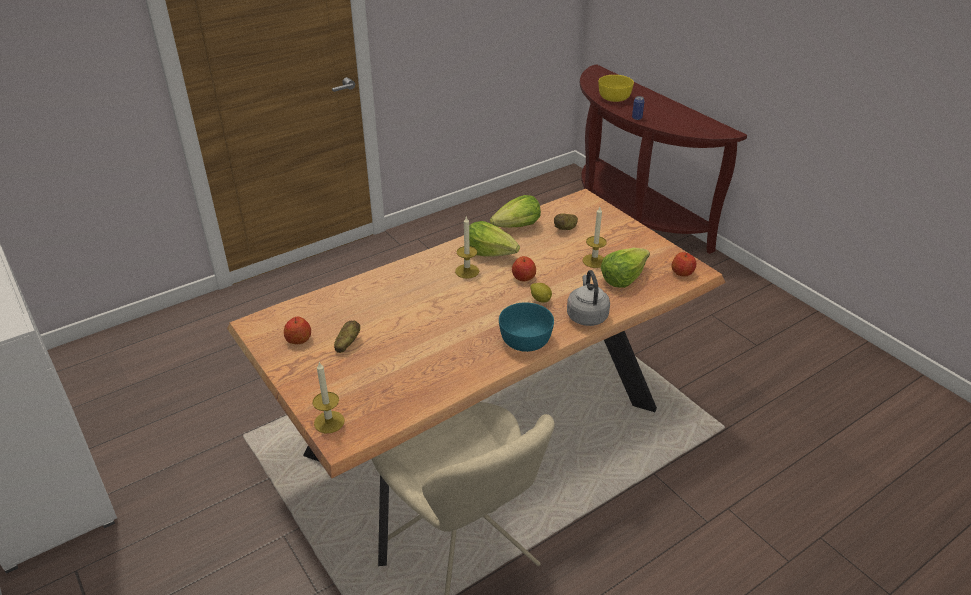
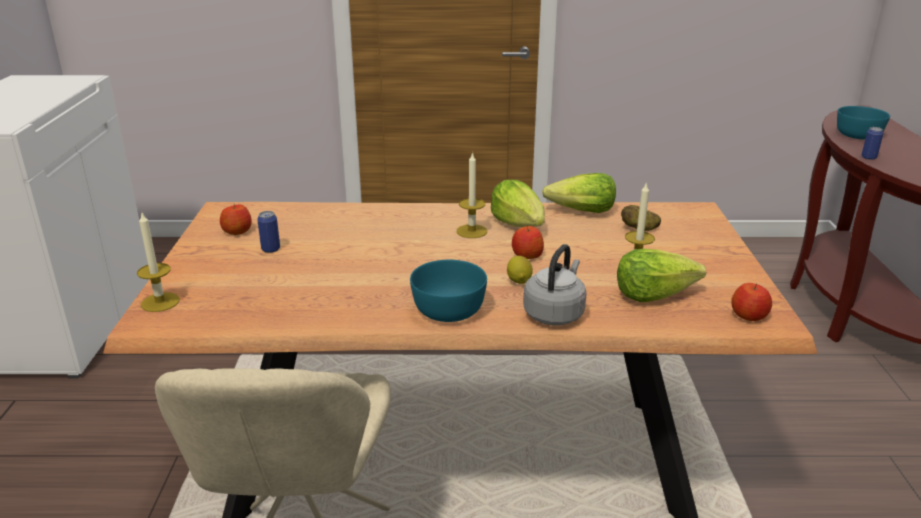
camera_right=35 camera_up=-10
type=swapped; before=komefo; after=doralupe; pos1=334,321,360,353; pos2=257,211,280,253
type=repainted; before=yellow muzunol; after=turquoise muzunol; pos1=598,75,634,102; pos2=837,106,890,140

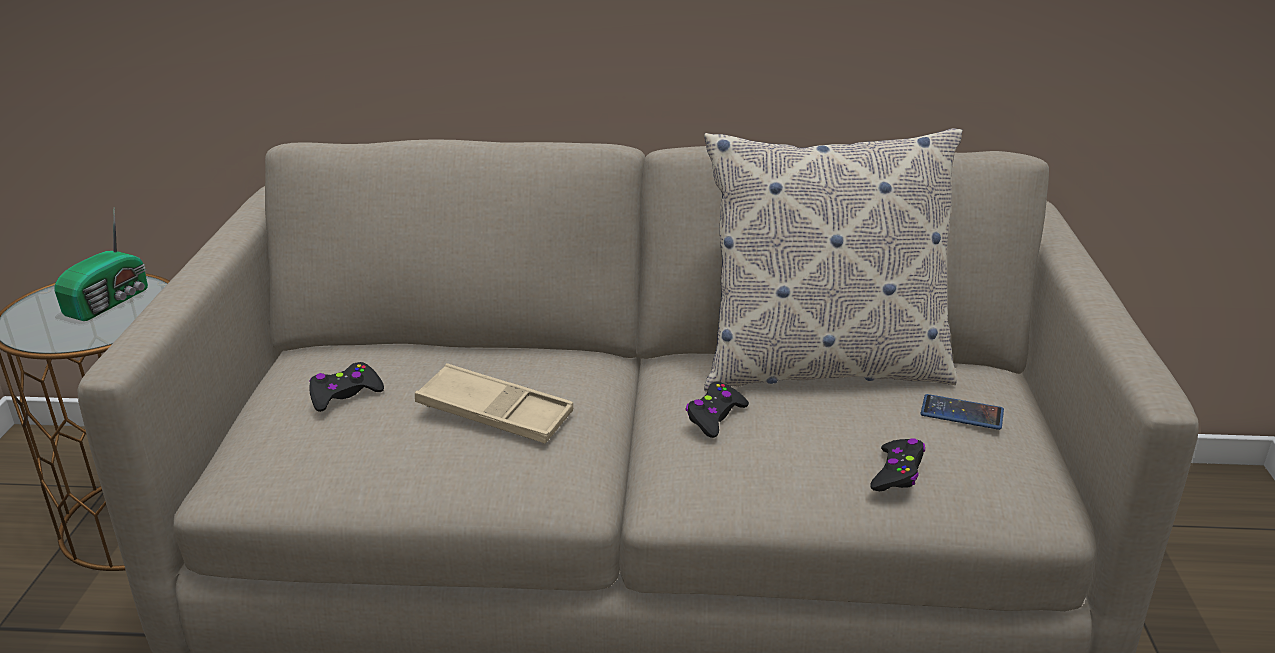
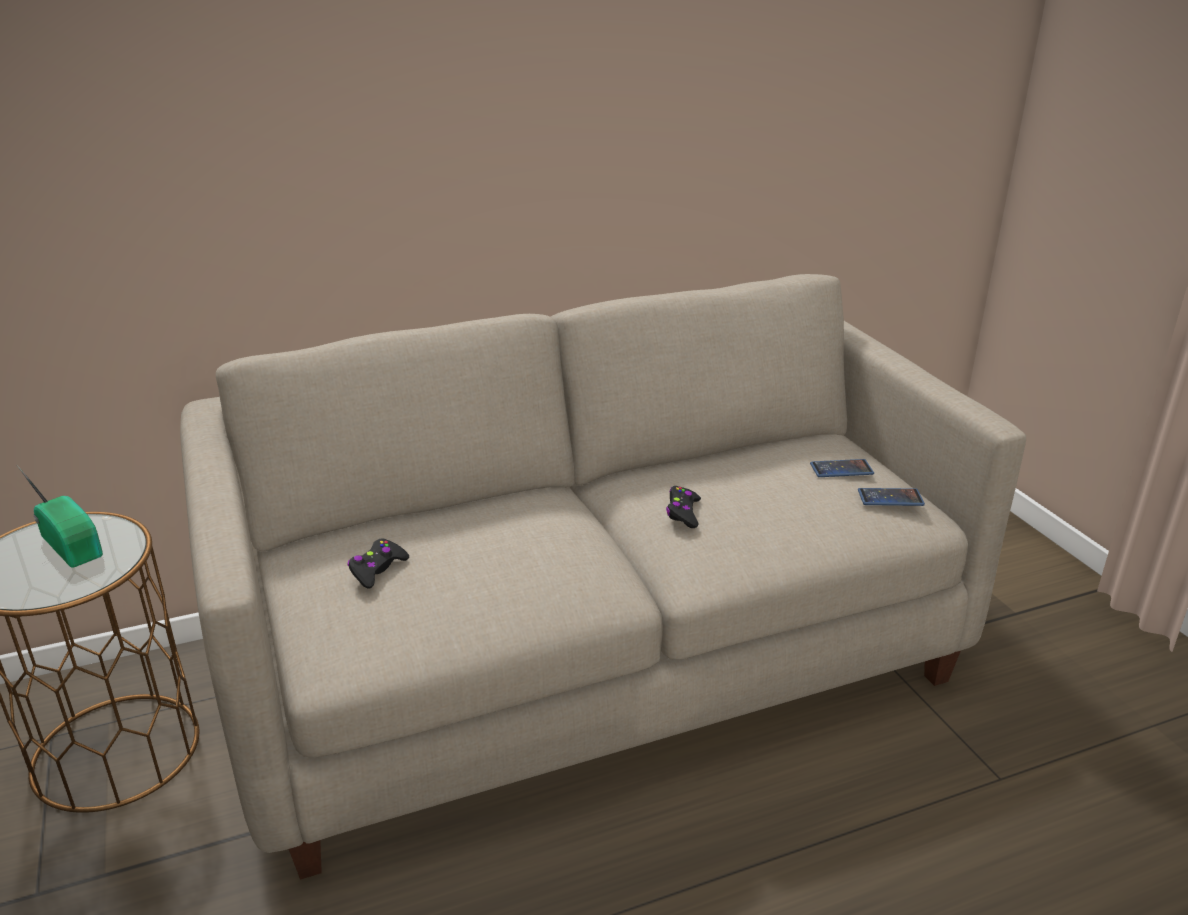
camera_right=-25 camera_up=0
type=rotated; before=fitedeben; pos1=54,208,148,321; pos2=17,465,103,567; turn=-45
type=gone; before=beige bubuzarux; pos1=415,363,573,444
type=gone; before=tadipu; pos1=704,128,963,392
type=gone; before=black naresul; pos1=870,439,925,491
type=new; after=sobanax; pos2=858,488,925,506

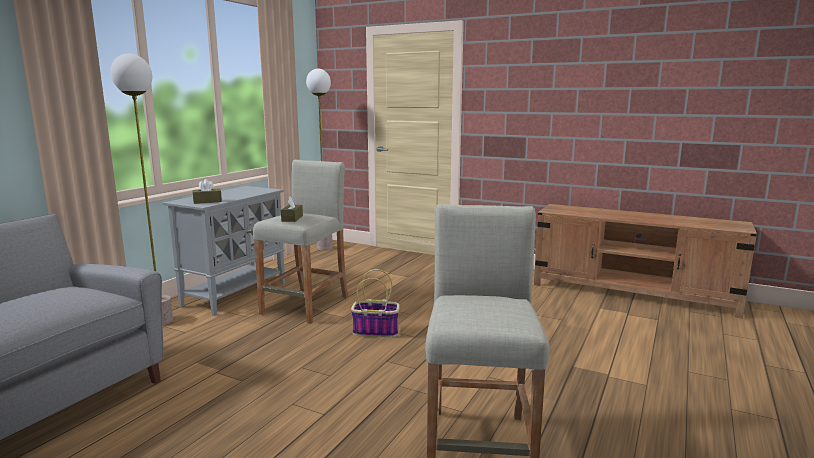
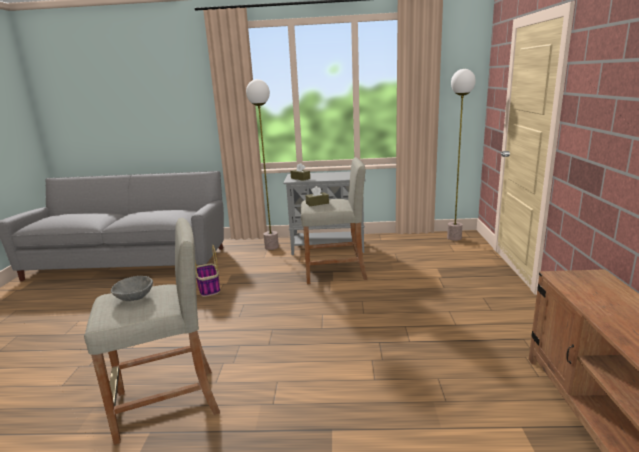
camera_right=65 camera_up=5
type=shifted; before=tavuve; pos1=351,269,400,337; pos2=195,245,220,297
type=new; after=grey muzunol; pos2=111,276,153,301

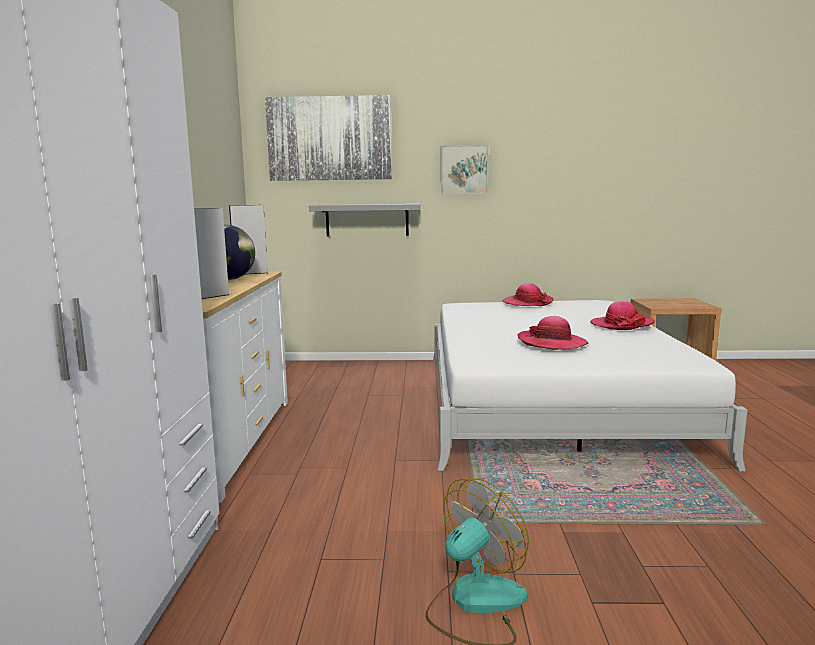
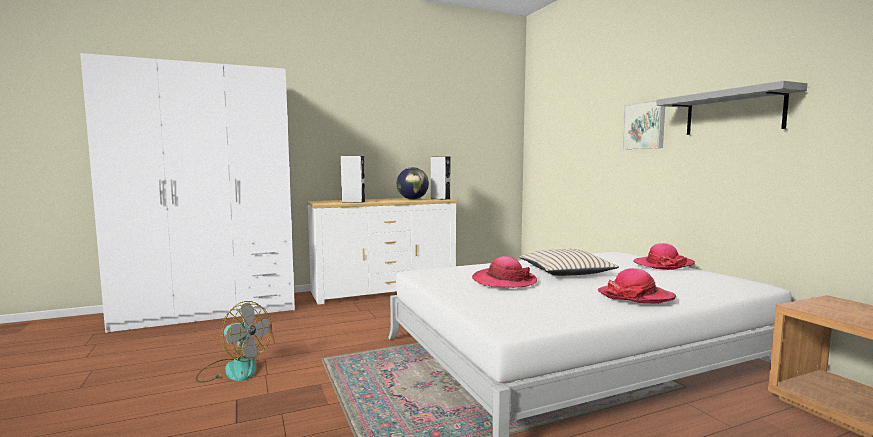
camera_right=65 camera_up=-5
type=gone; before=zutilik; pos1=265,95,392,181
type=shifted; before=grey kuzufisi; pos1=309,204,420,237; pos2=656,81,807,135
type=new; after=beige tadipu; pos2=519,249,619,276

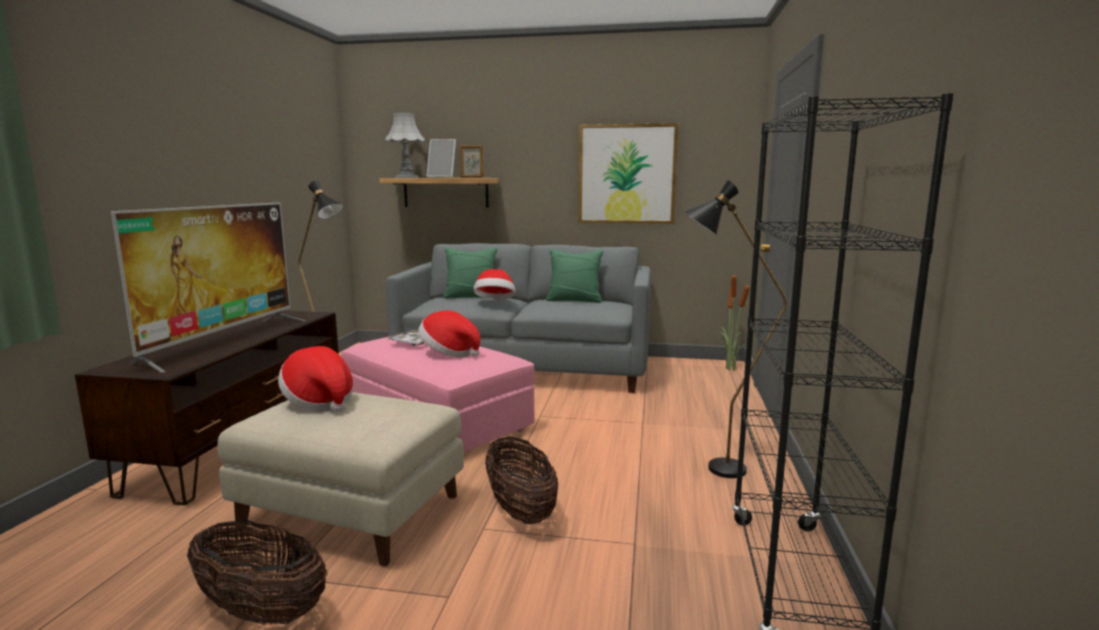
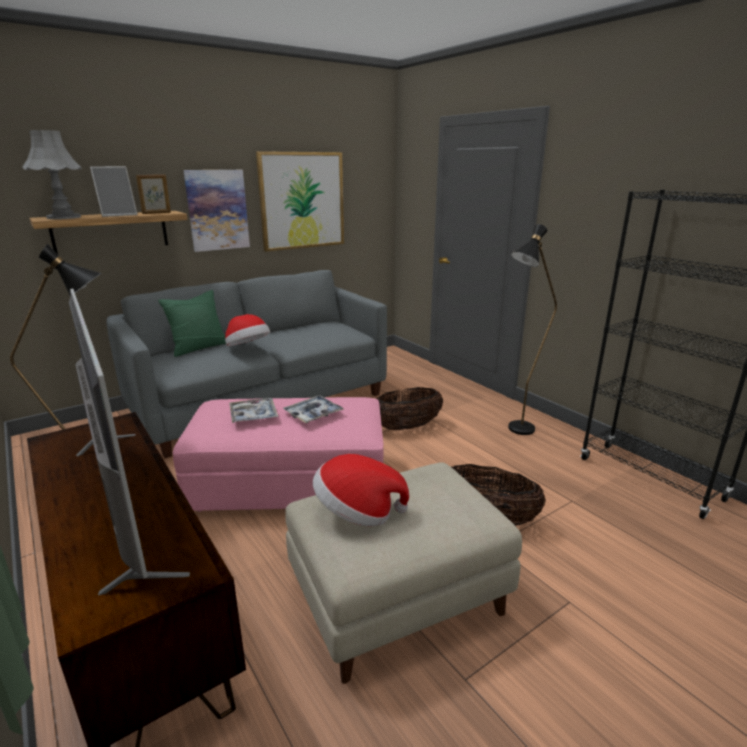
camera_right=-45 camera_up=10
type=shifted; before=tavuve; pos1=187,520,327,625; pos2=375,387,443,430
type=swapped; before=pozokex; after=bubuzarux; pos1=418,311,480,358; pos2=283,395,344,423
type=gone; before=green tadipu; pos1=546,249,603,303
type=gone; before=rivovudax; pos1=717,275,750,371
type=new; after=zutilik; pos2=183,170,250,252

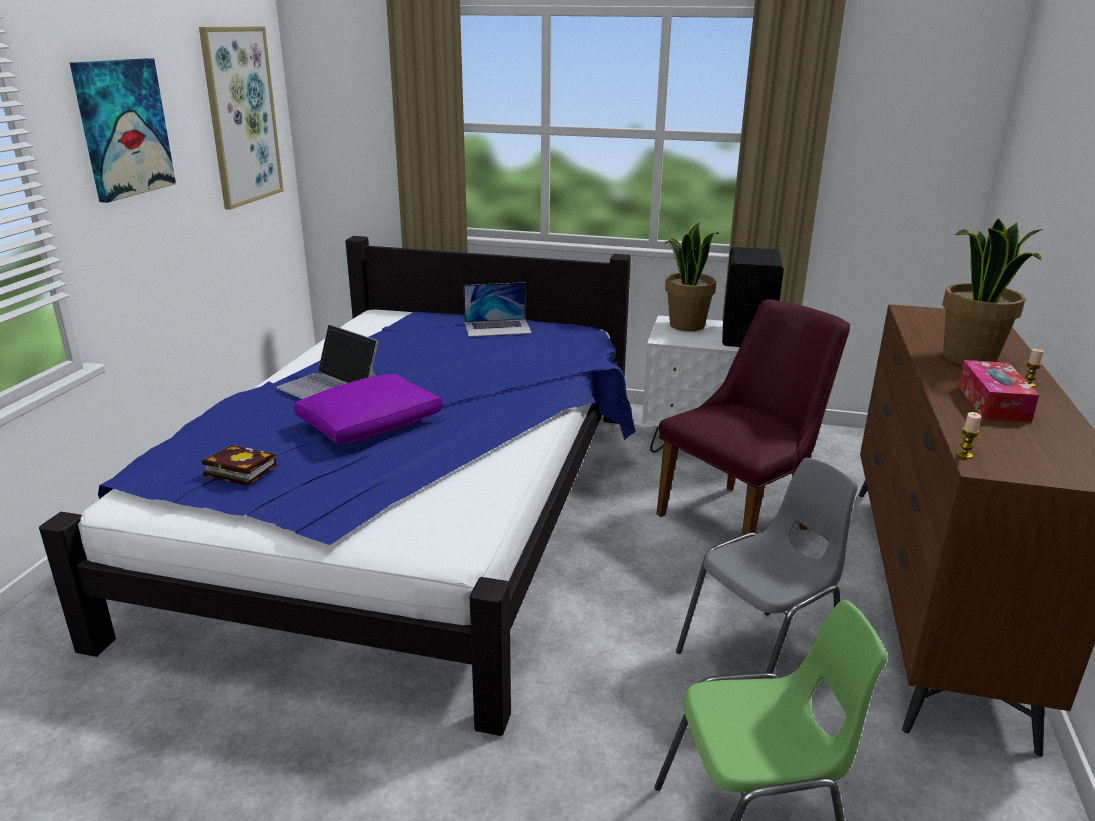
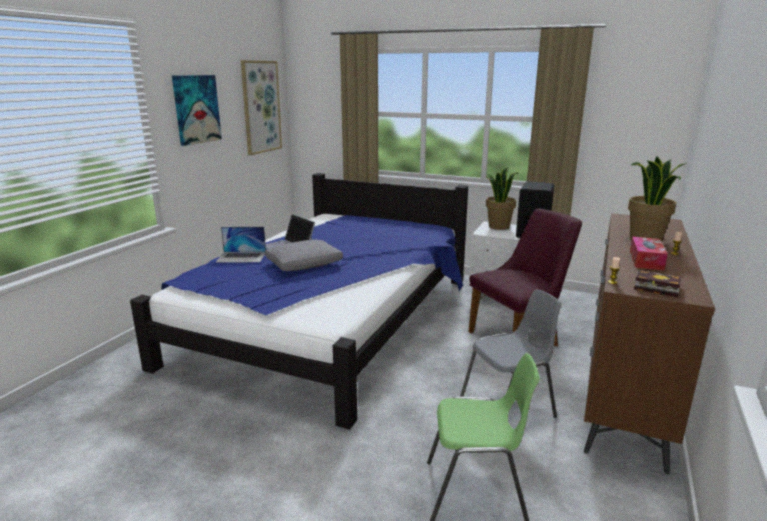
camera_right=10 camera_up=-5
type=shifted; before=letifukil; pos1=201,445,277,486; pos2=634,270,681,297
type=repainted; before=purple tadipu; after=grey tadipu; pos1=294,374,442,444; pos2=265,240,343,271
type=shifted; before=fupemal; pos1=463,282,532,337; pos2=216,227,266,262

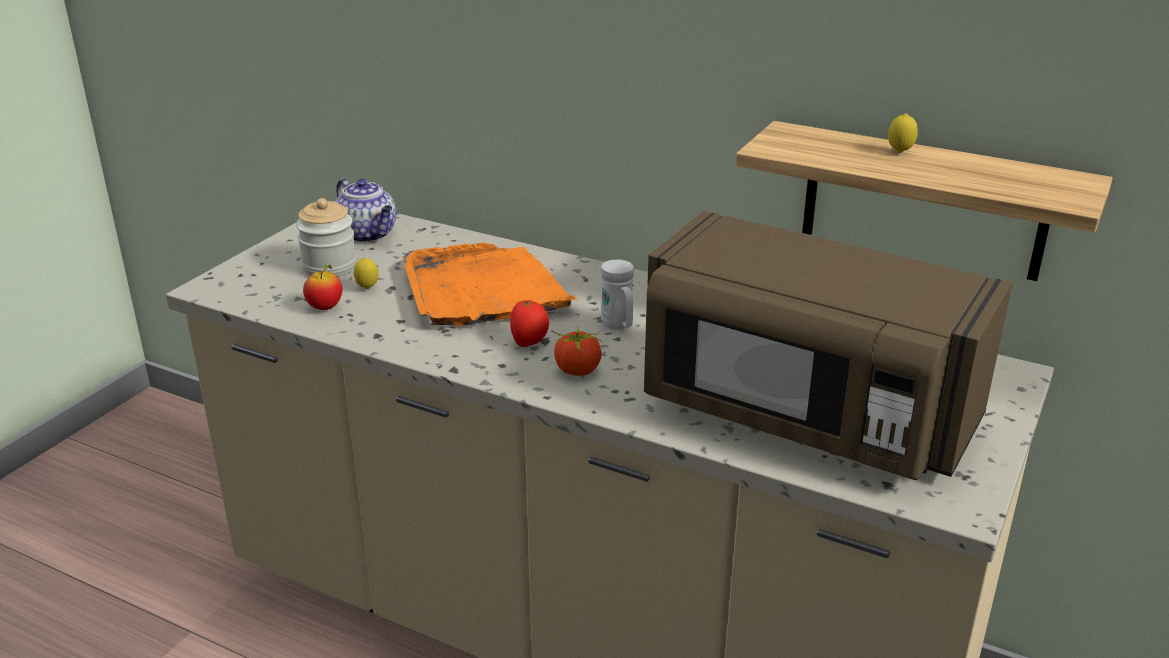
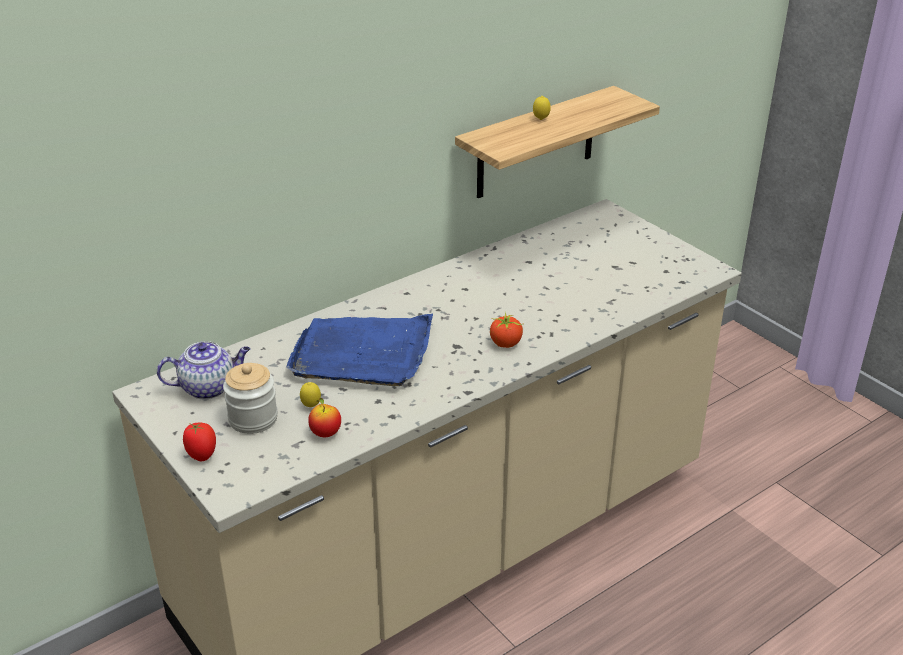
camera_right=-65 camera_up=5
type=repainted; before=orange bubuzarux; after=blue bubuzarux; pos1=402,243,578,326; pos2=286,313,433,386
type=shifted; before=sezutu; pos1=510,299,549,347; pos2=183,423,216,461
type=gone; before=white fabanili; pos1=601,259,634,330
type=gone; before=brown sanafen; pos1=644,211,1012,480

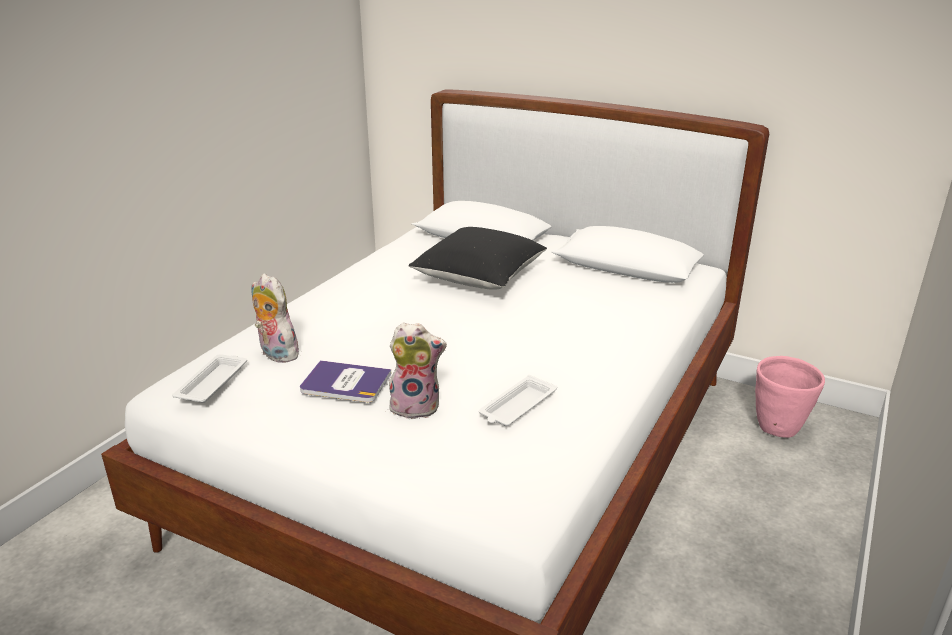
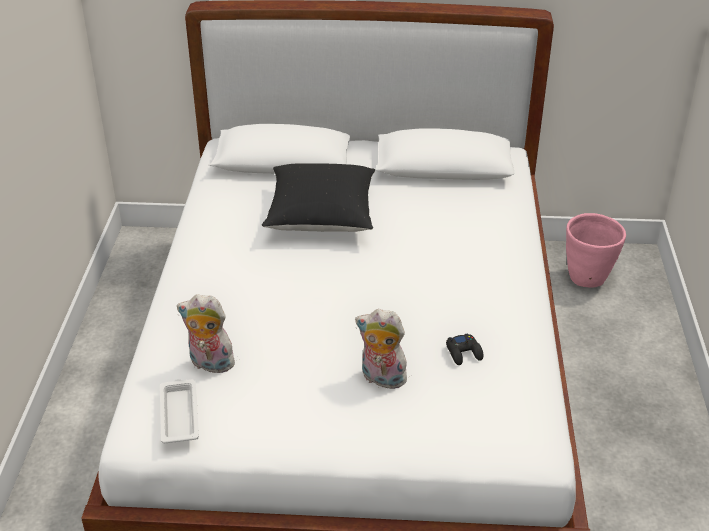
camera_right=-25 camera_up=10
type=gone; before=letifukil; pos1=300,360,392,402
type=rotated; before=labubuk; pos1=389,322,447,419; pos2=355,309,409,389; turn=-135
type=swapped; before=white bubuzarux; after=black naresul; pos1=479,375,557,426; pos2=446,333,484,365

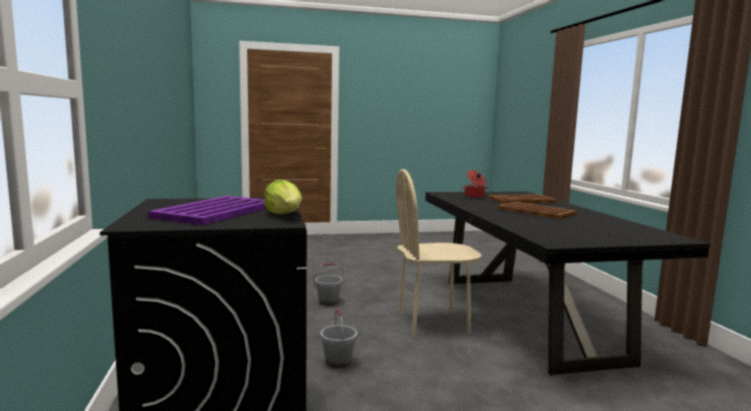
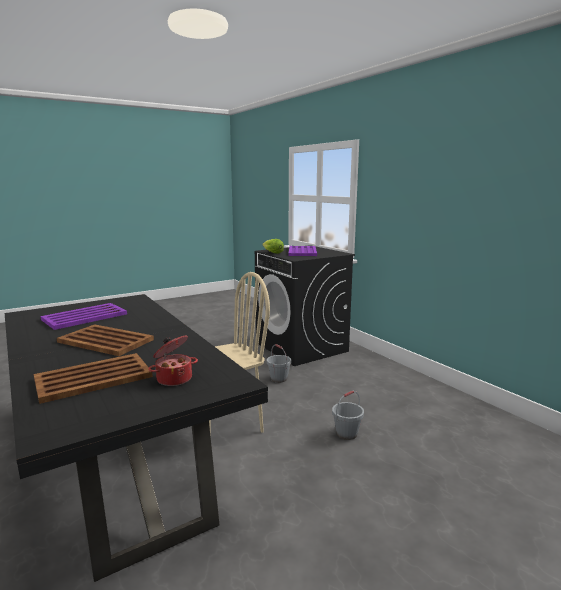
camera_right=160 camera_up=5
type=new; after=purple bubuzarux; pos2=41,303,127,330

